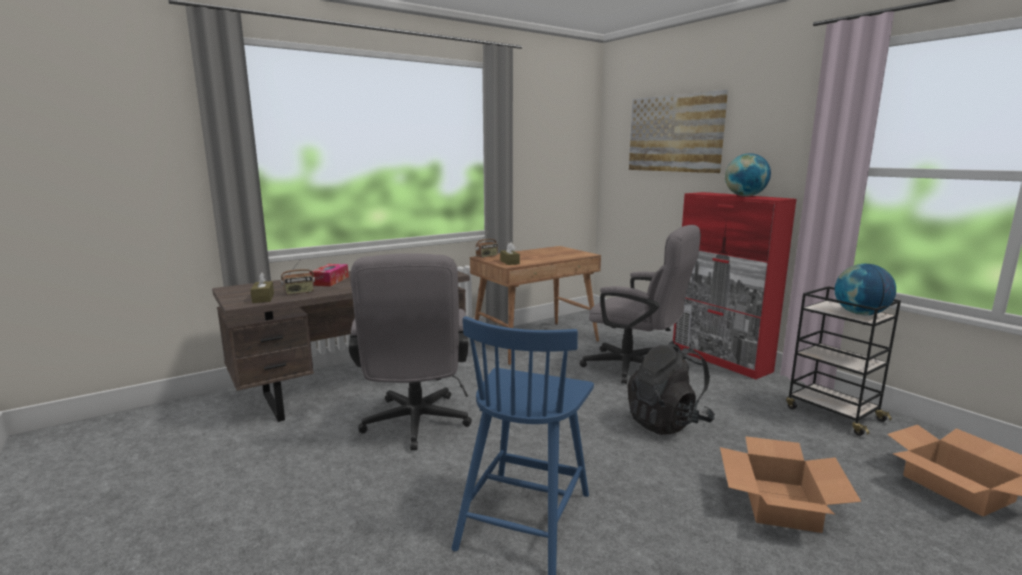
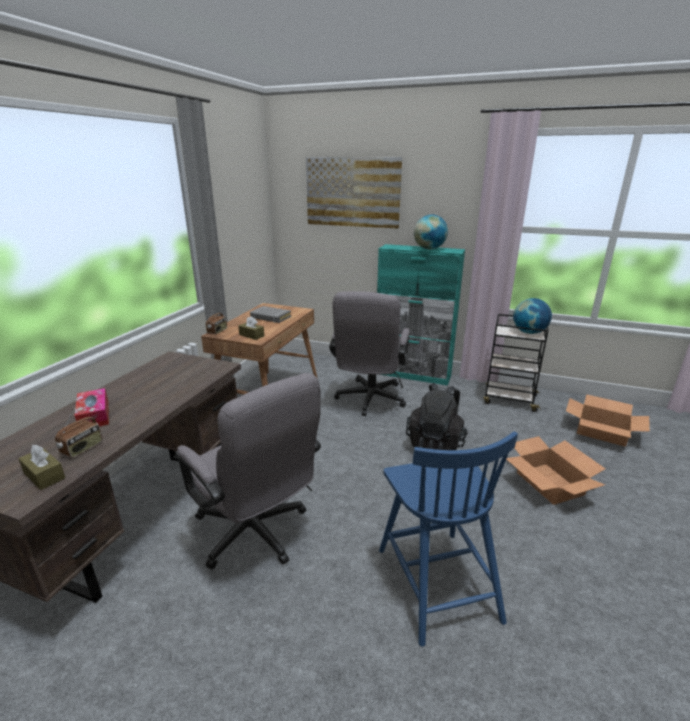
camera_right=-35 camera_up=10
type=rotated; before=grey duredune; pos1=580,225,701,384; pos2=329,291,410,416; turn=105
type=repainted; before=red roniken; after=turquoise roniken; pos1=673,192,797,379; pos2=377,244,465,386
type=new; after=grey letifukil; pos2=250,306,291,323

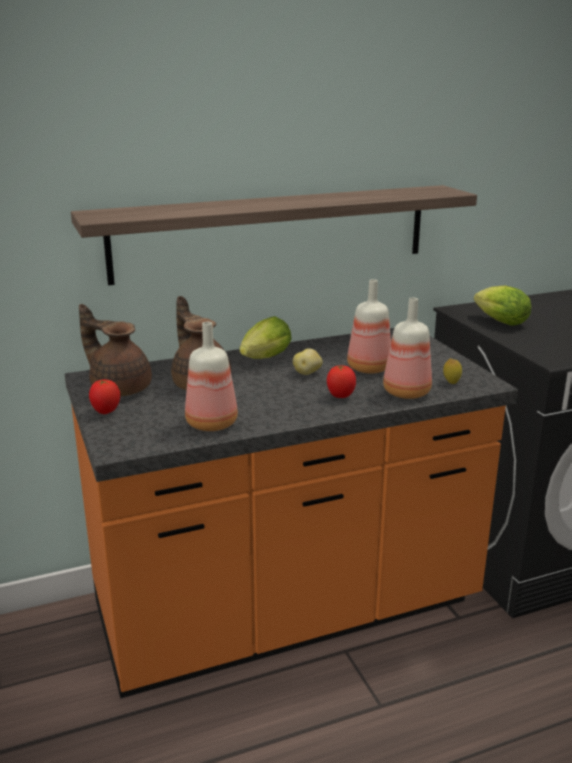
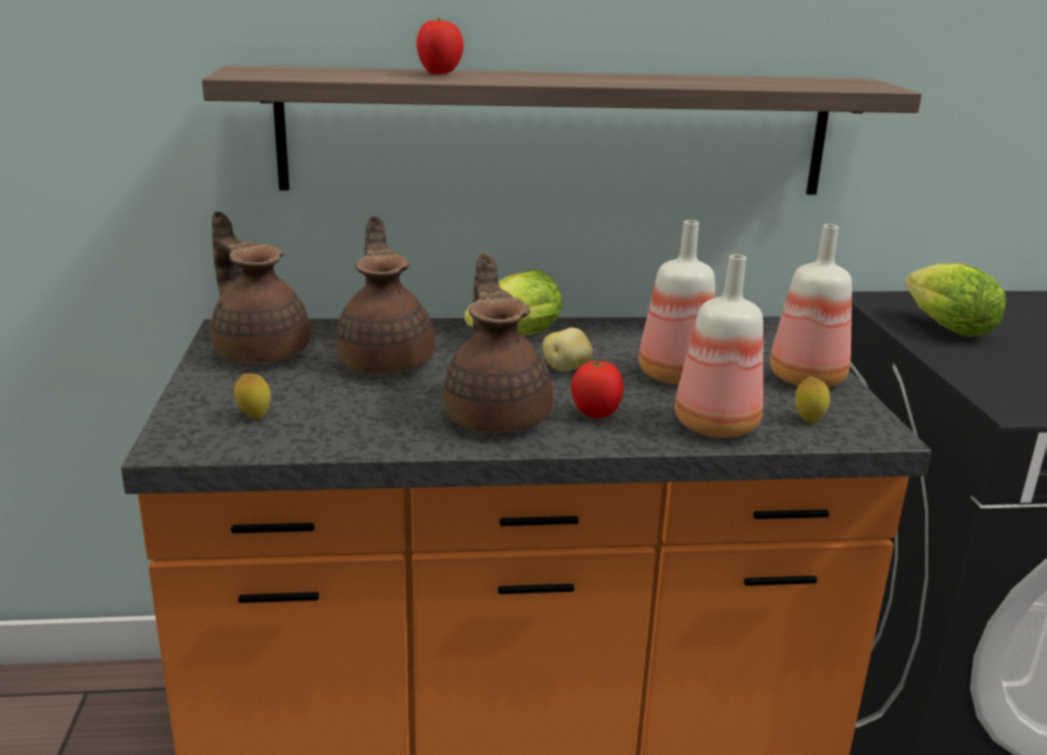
camera_right=15 camera_up=0
type=shifted; before=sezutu; pos1=89,379,120,414; pos2=416,18,464,75
type=shifted; before=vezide; pos1=185,322,238,431; pos2=770,224,852,387
type=new; after=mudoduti; pos2=234,373,271,419
type=new; after=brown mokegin; pos2=443,253,553,433

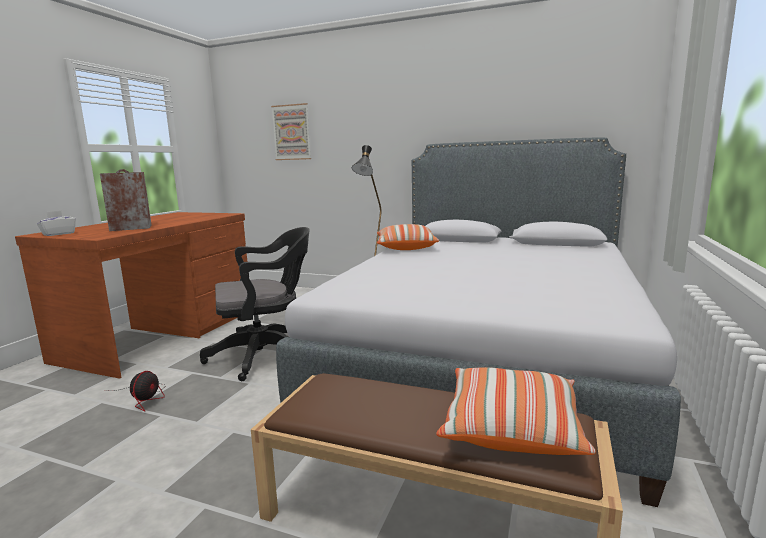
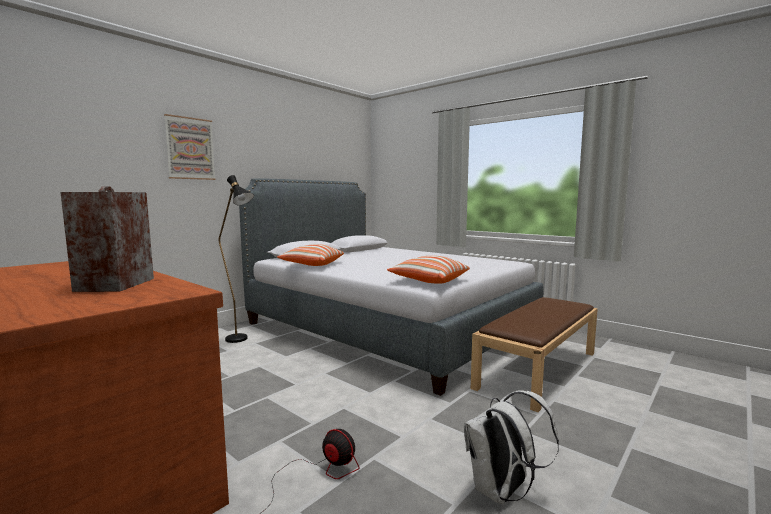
camera_right=-70 camera_up=-5
type=gone; before=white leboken; pos1=37,211,76,236
type=gone; before=black duredune; pos1=200,227,309,381
type=shifted; before=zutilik; pos1=271,103,311,160; pos2=164,114,216,180
type=shifted; before=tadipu; pos1=436,367,596,455; pos2=387,256,470,284
type=new; after=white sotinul; pos2=464,390,559,504

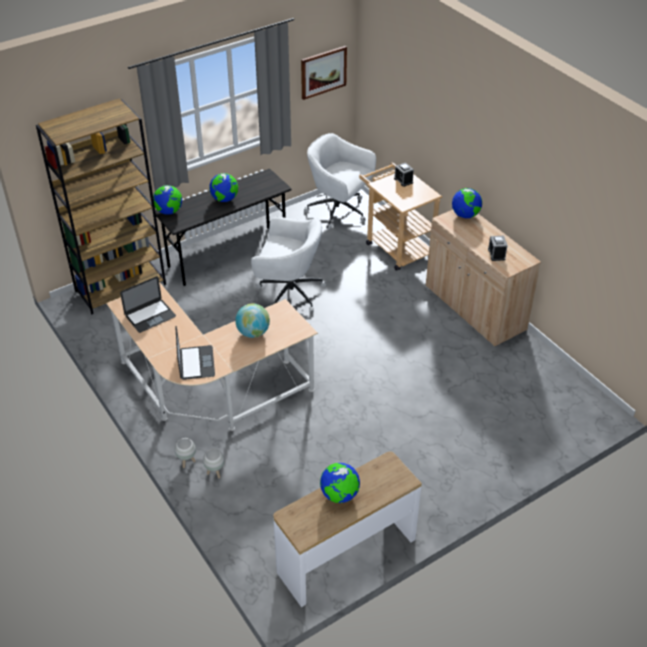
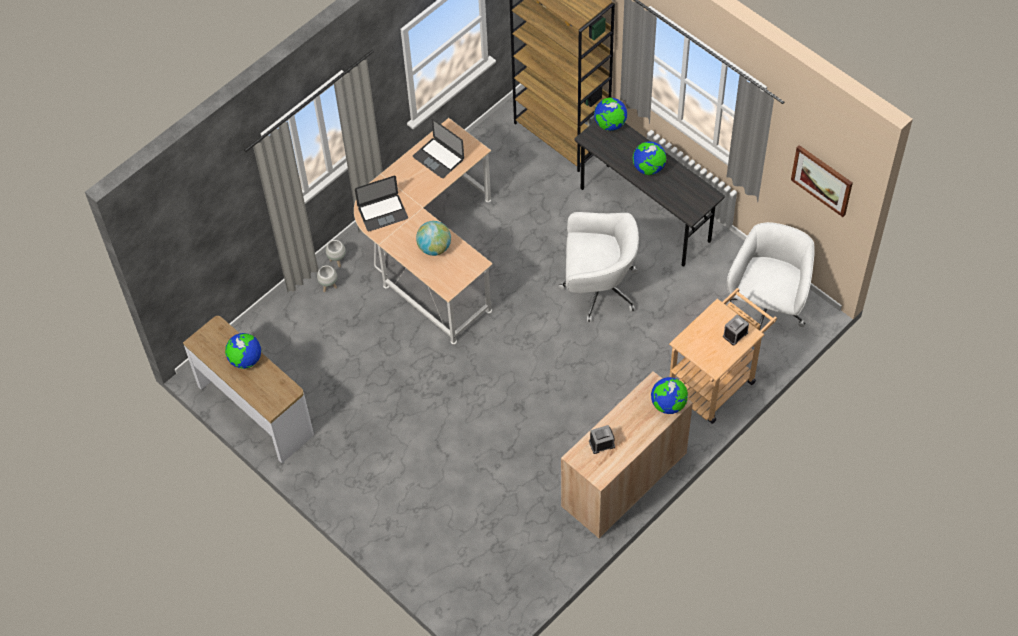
camera_right=80 camera_up=15
type=rotated; before=white duredune; pos1=251,217,326,312; pos2=559,212,639,322; turn=-90

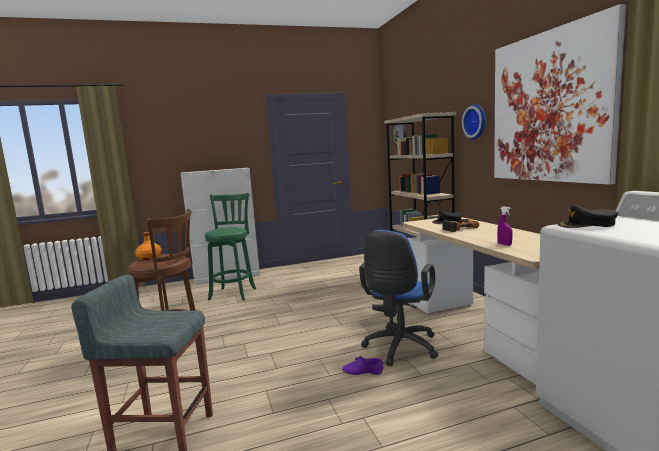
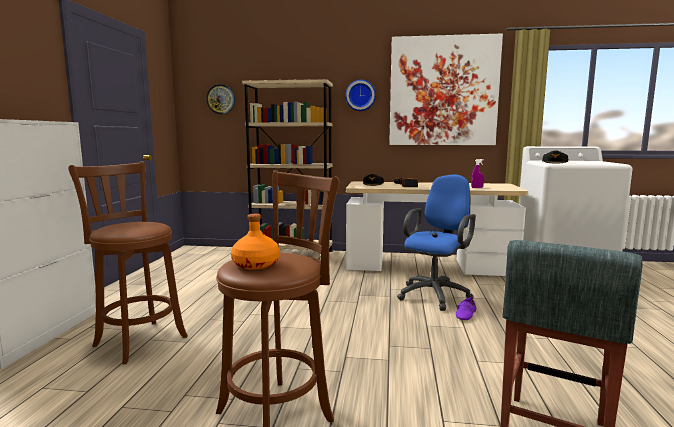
camera_right=-65 camera_up=0
type=repainted; before=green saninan; after=brown saninan; pos1=205,193,256,301; pos2=68,161,188,364
type=rotated; before=blue duredune; pos1=359,230,438,366; pos2=397,175,476,311; turn=-105

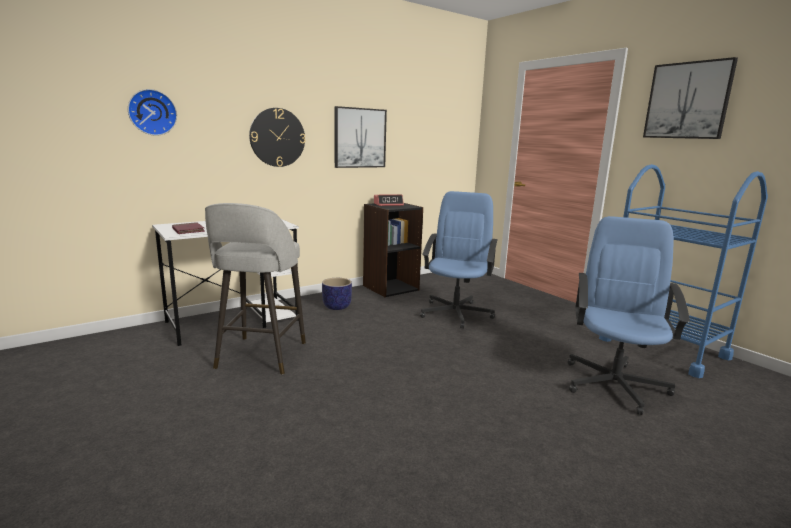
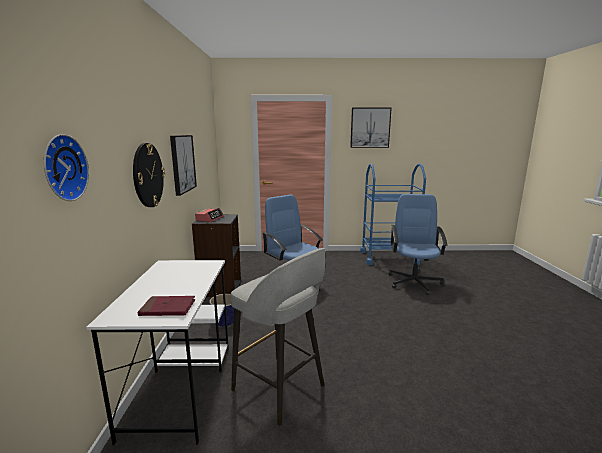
camera_right=-55 camera_up=0
type=rotated; before=blue duredune; pos1=568,216,690,415; pos2=389,194,448,295; turn=45

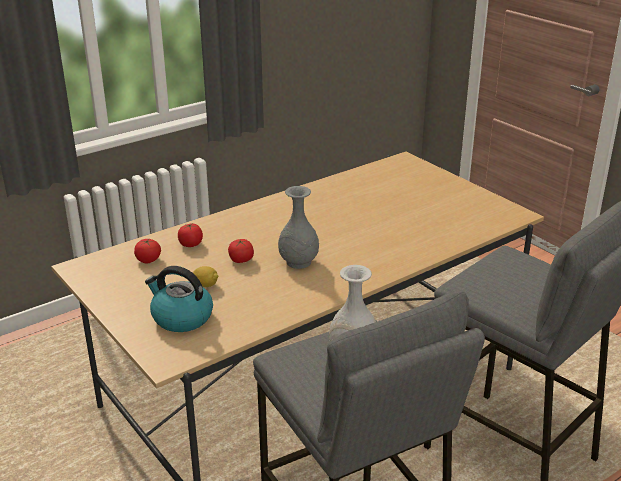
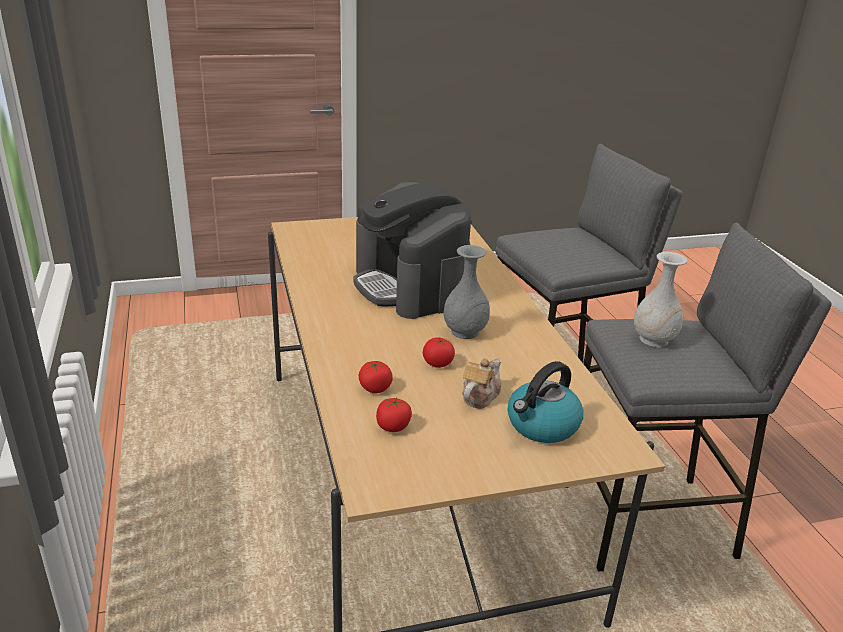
camera_right=-70 camera_up=0
type=swapped; before=mudoduti; after=mokegin; pos1=193,266,219,287; pos2=462,358,501,409
type=new; after=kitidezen; pos2=353,182,471,319

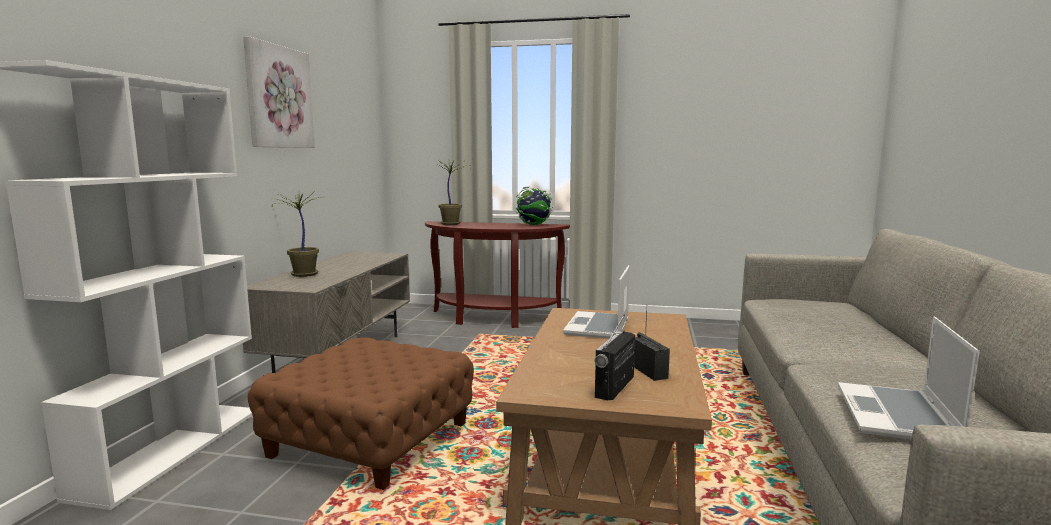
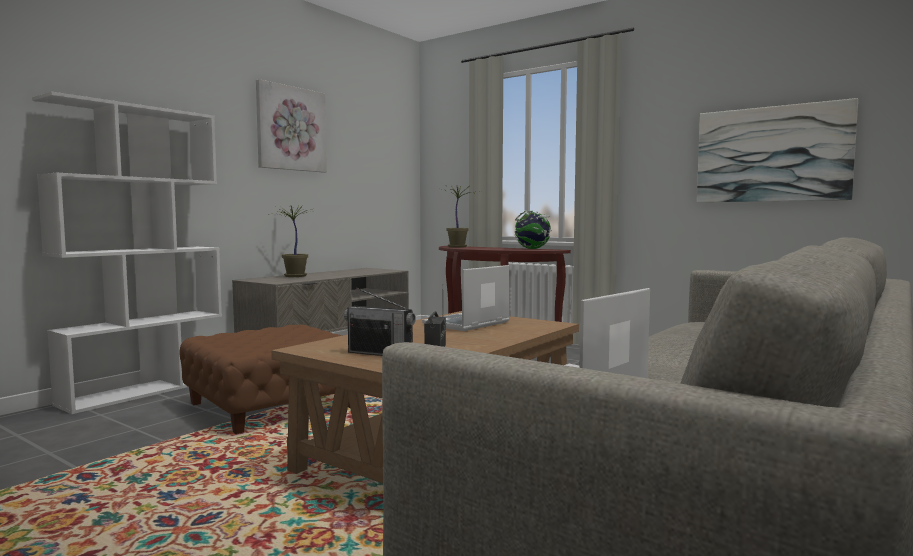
camera_right=25 camera_up=-5
type=rotated; before=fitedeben; pos1=594,314,635,400; pos2=344,287,416,356; turn=-120
type=new; after=zutilik; pos2=697,98,858,202

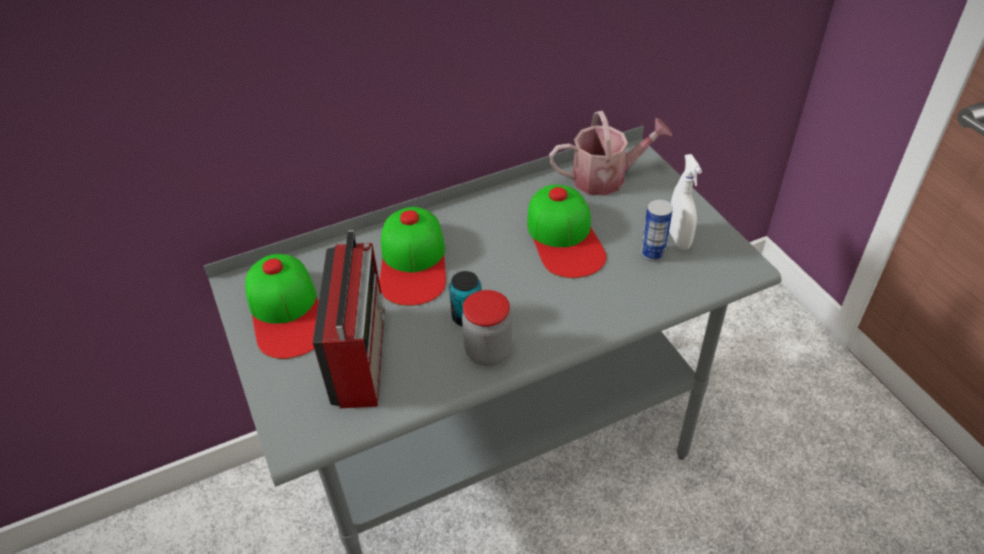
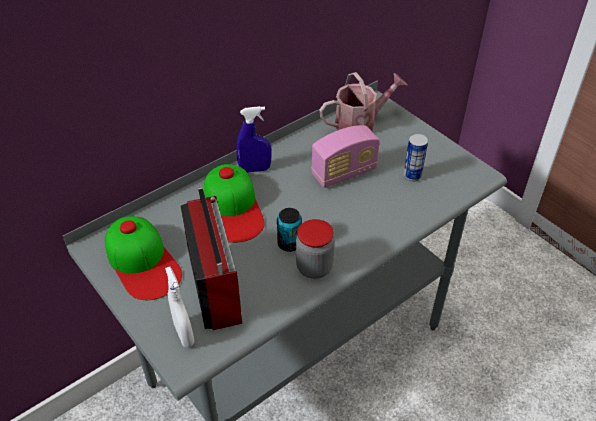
camera_right=-15 camera_up=0
type=swapped; before=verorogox; after=fitedeben; pos1=527,185,606,278; pos2=311,125,380,188
type=shifted; before=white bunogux; pos1=669,154,702,250; pos2=165,267,194,348
type=new; after=blue bunogux; pos2=236,106,271,173

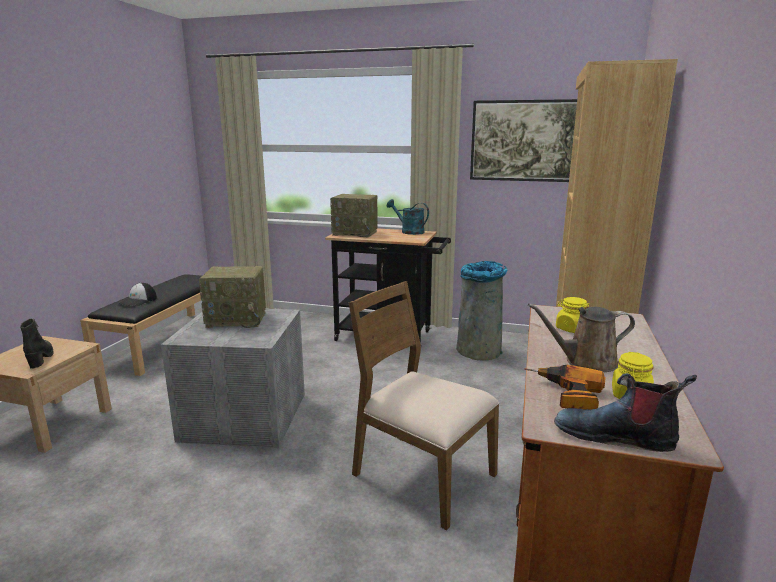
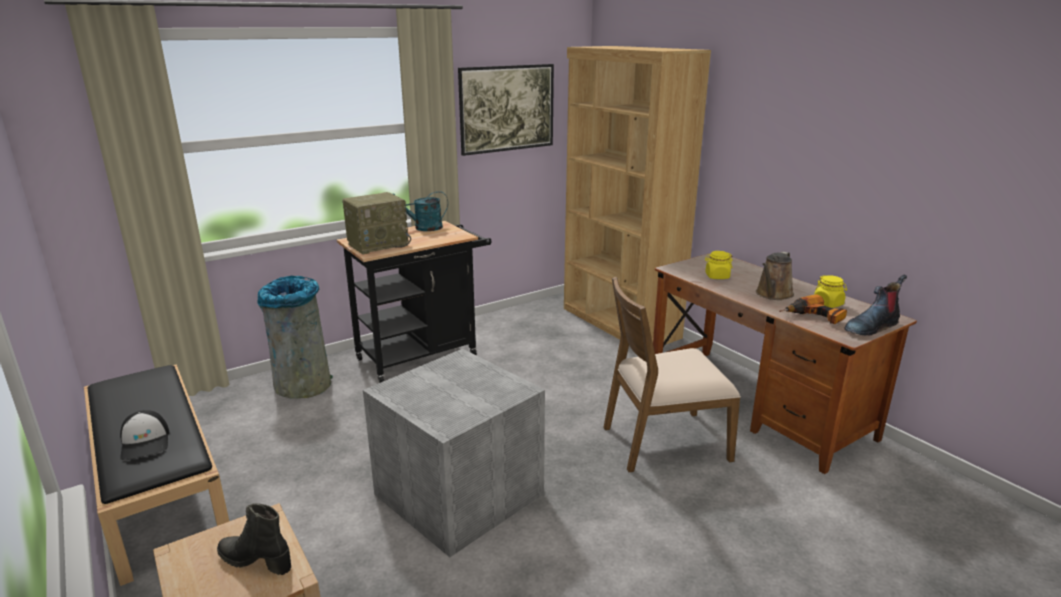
camera_right=-50 camera_up=5
type=gone; before=fitedeben; pos1=199,266,266,328
type=shifted; before=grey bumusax; pos1=456,261,508,360; pos2=257,276,333,399

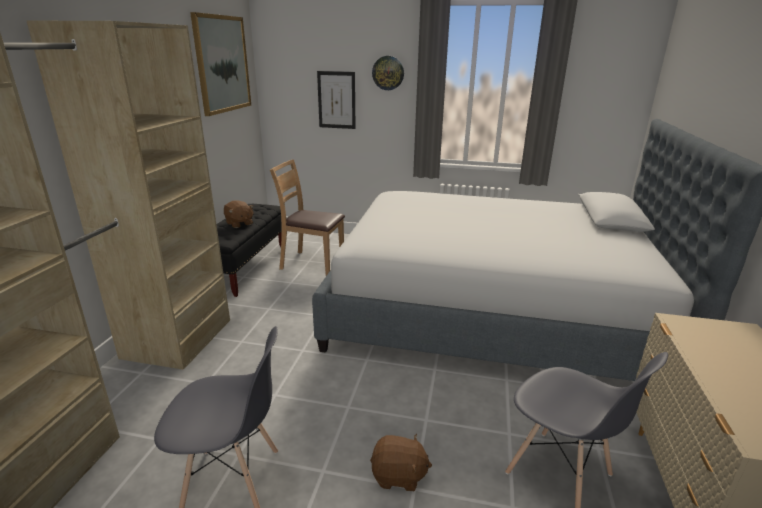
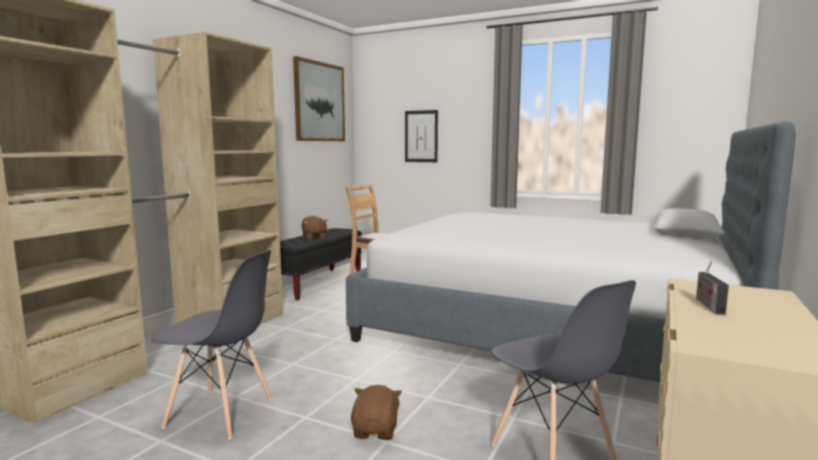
camera_right=15 camera_up=-15
type=rotated; before=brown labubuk; pos1=370,434,432,491; pos2=351,385,402,440; turn=-105
type=gone; before=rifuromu; pos1=372,56,404,90
type=new; after=fitedeben; pos2=696,261,729,315

